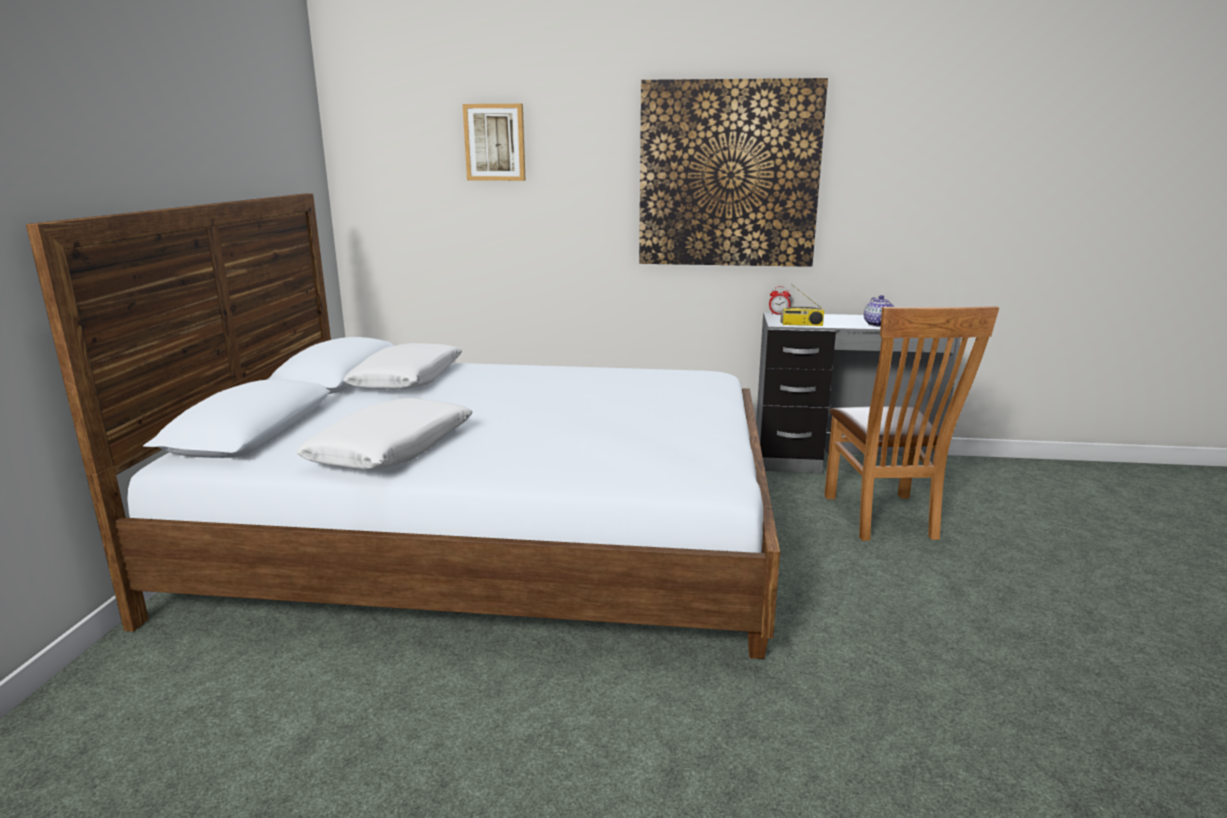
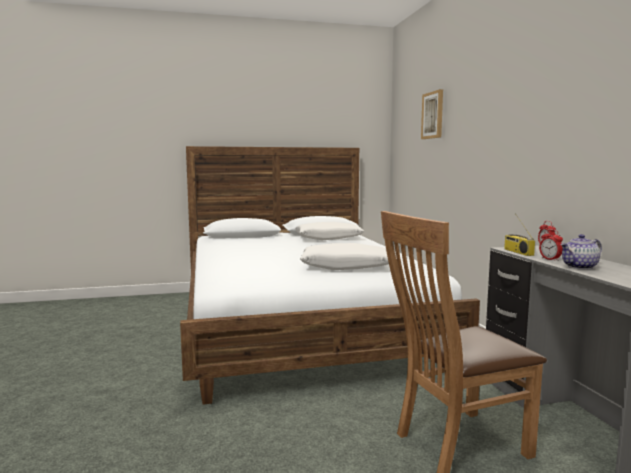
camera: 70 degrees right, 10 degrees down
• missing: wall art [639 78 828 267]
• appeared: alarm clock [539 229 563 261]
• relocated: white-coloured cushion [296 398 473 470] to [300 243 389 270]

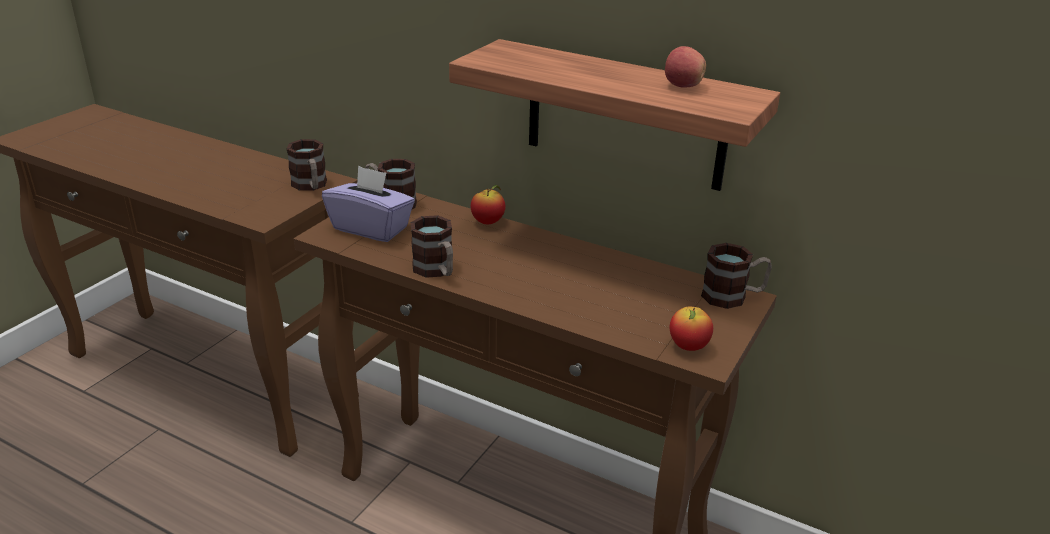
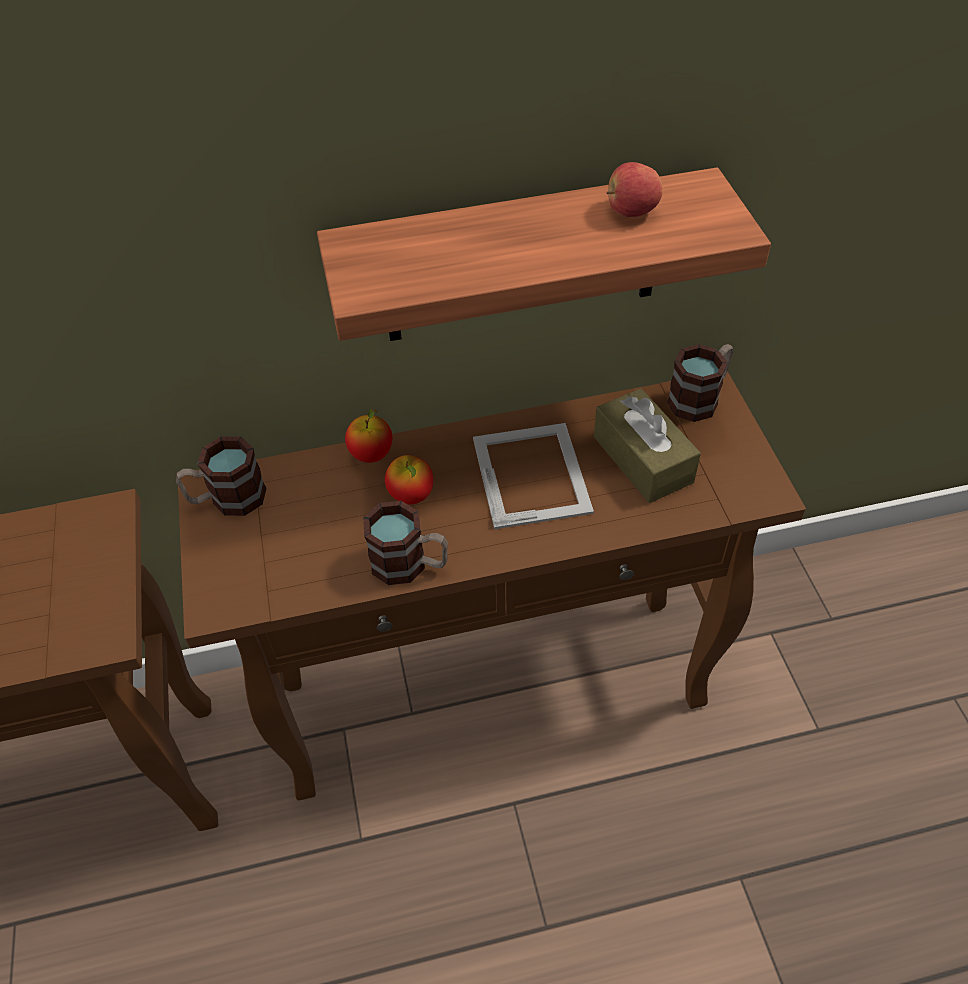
camera: 40 degrees left, 20 degrees up
• missing: tea mug [286 139 327 191]
• missing: purplish tissue holder [322 165 415 242]
• appeared: photo frame [473 423 594 529]
• appeared: brownish tissue holder [594 388 701 503]
• relocated: apple [670 307 713 351] to [385 455 433 505]

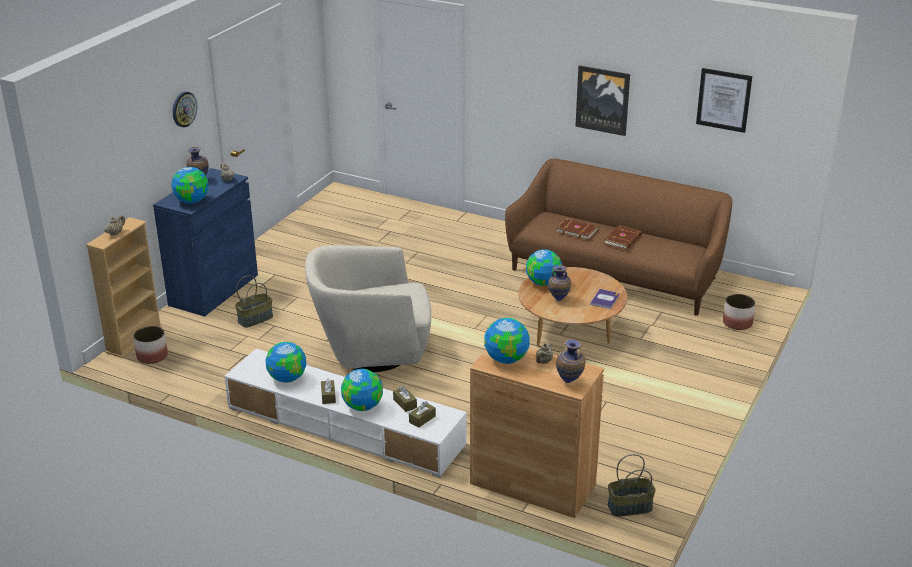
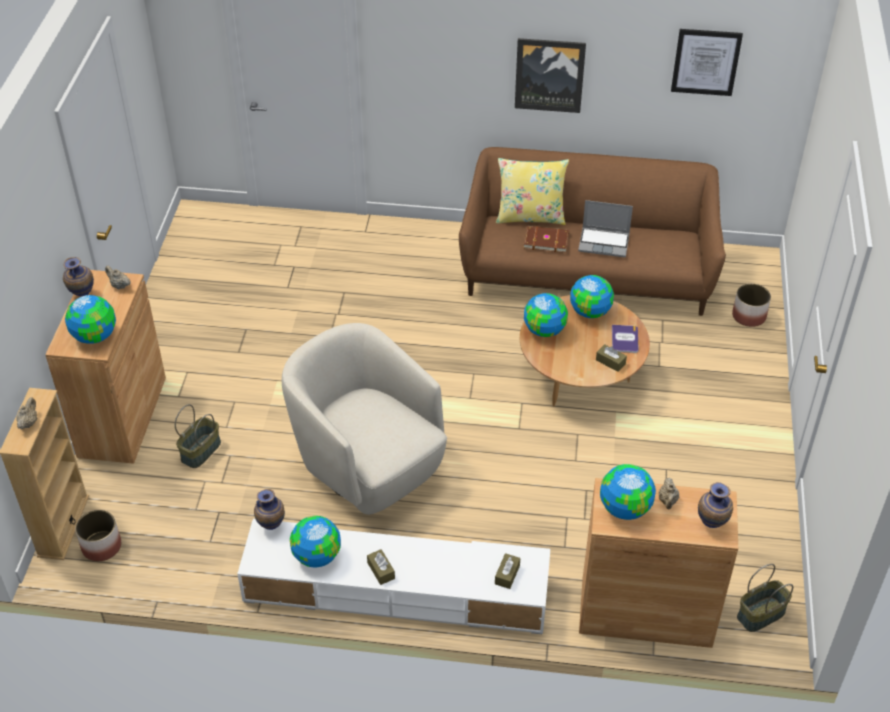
camera: 20 degrees left, 15 degrees up
• missing: hanging clock [173 92 197 127]
• appeared: yellow cushion [496 158 569 225]
• relocated: world globe [341 369 383 411] to [570 275 614 318]
• relocated: brownish tissue holder [393 386 417 412] to [596 344 627 372]
• relocated: decorative vase [548 265 571 301] to [254 489 285 530]
• exchanged: brownish volume [604 225 642 250] to portable computer [578 200 633 257]
• colour: bluish cupboard [153 168 258 317] to brownish cupboard [45 270 166 464]
• spun: beige lounge chair [305 245 432 372] = [282 323 447 515] 75 degrees clockwise

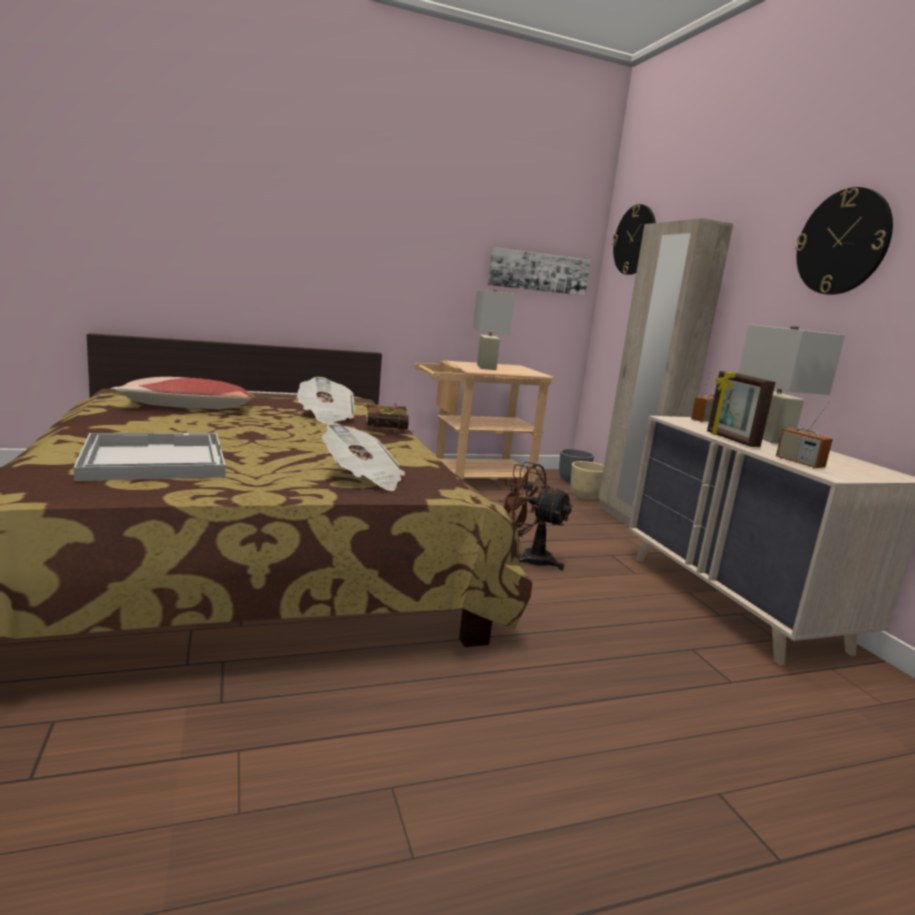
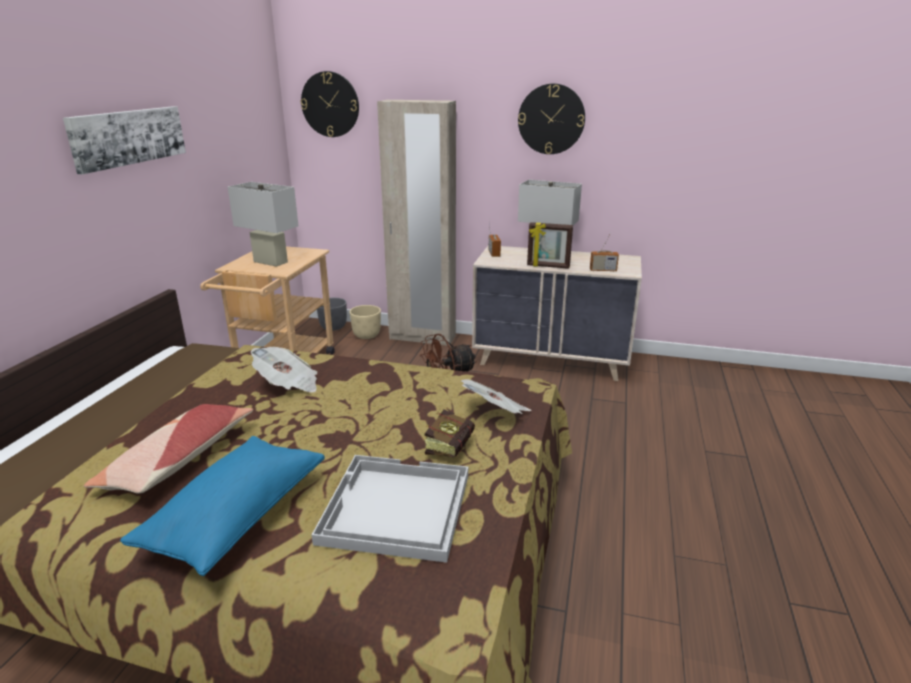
camera: 55 degrees left, 10 degrees up
• appeared: bluish cushion [120 436 325 576]
• relocated: volume [366 402 415 432] to [424 410 475 457]
• relocated: wall art [488 247 590 296] to [63 106 186 174]

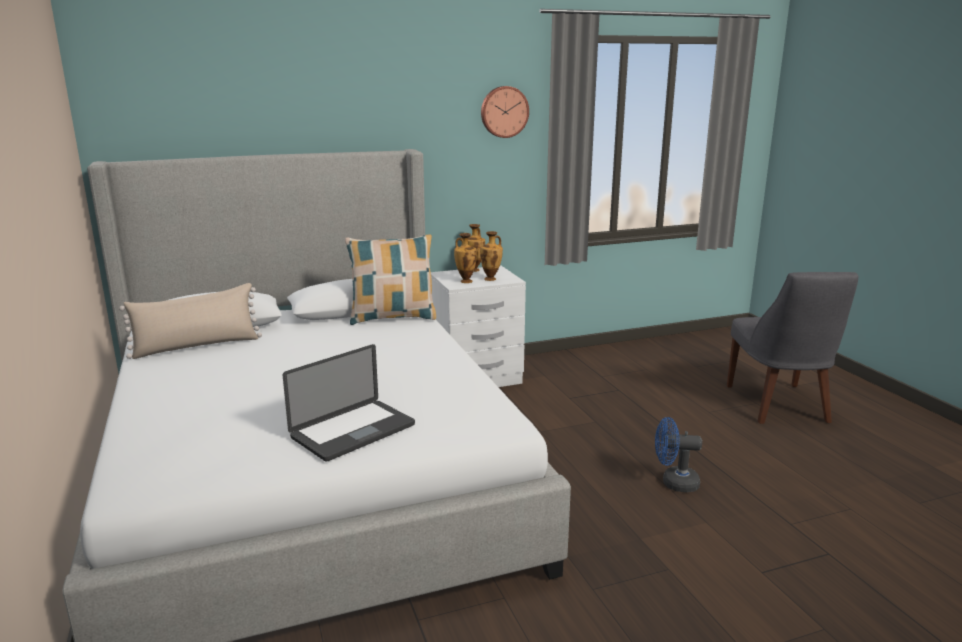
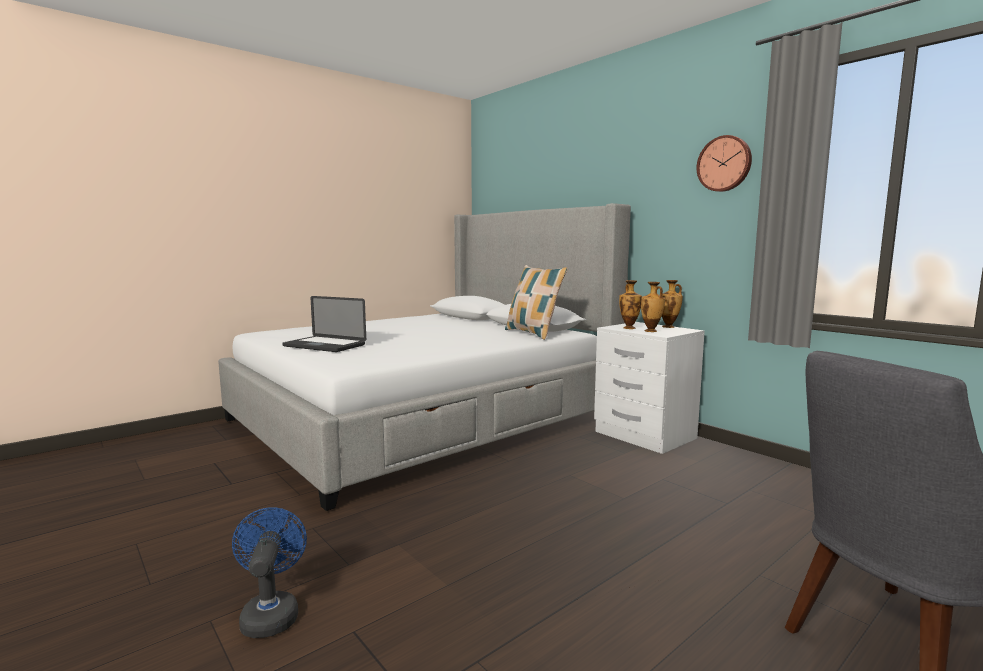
camera: 70 degrees right, 10 degrees down
• missing: beige cushion [119 283 262 359]
• relocated: bluish fan [655 417 702 492] to [232 508 307 638]

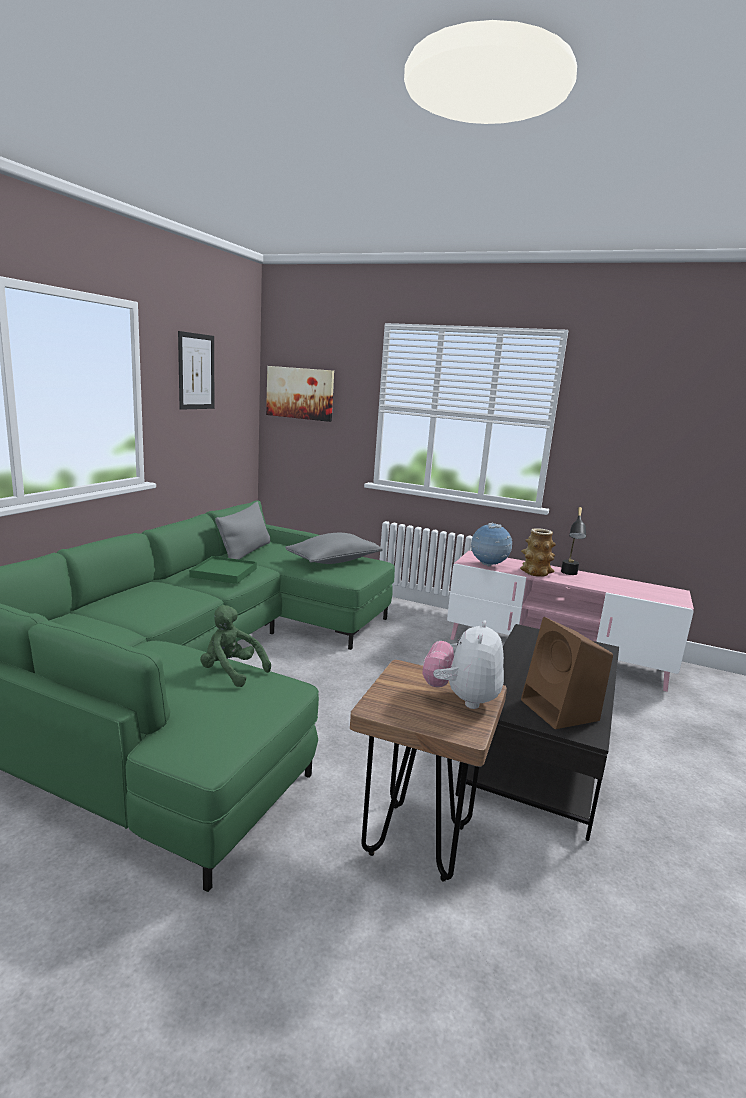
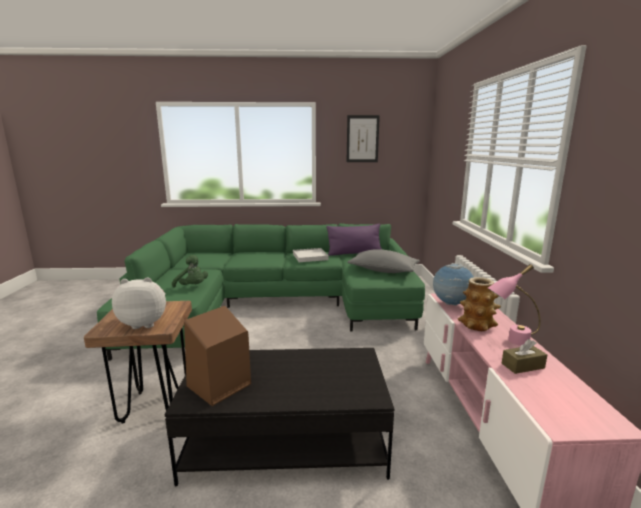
camera: 65 degrees right, 0 degrees up
• missing: wall art [266 366 334 422]
• appeared: brownish tissue holder [502 339 547 374]
• colour: green carrying tray [189 556 257 584] to white-coloured carrying tray [293 248 329 262]
• colour: greyish cushion [215 502 270 560] to purplish cushion [326 224 382 256]
• colour: blackish tabletop lamp [561 507 586 575] to pink tabletop lamp [488 264 541 346]
• spun: green plush toy [200 605 271 687] = [172 255 208 288] 120 degrees clockwise

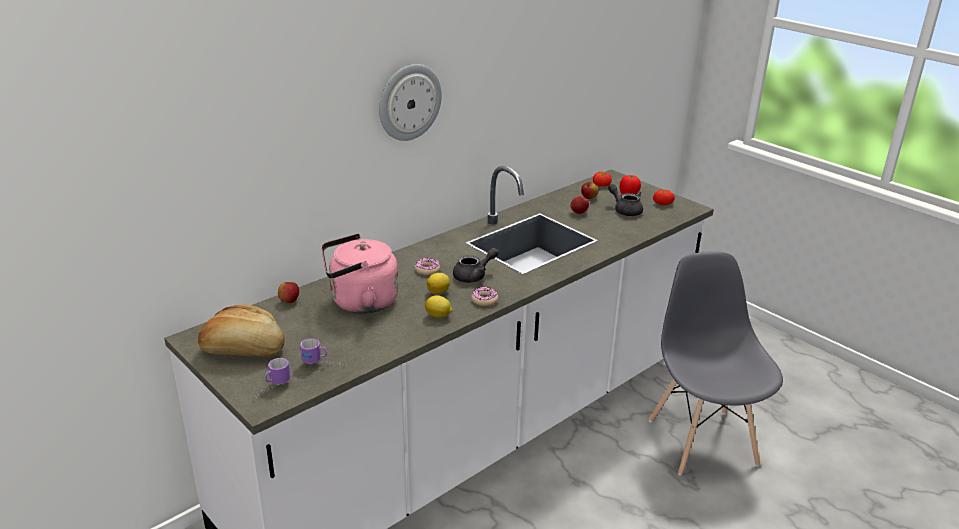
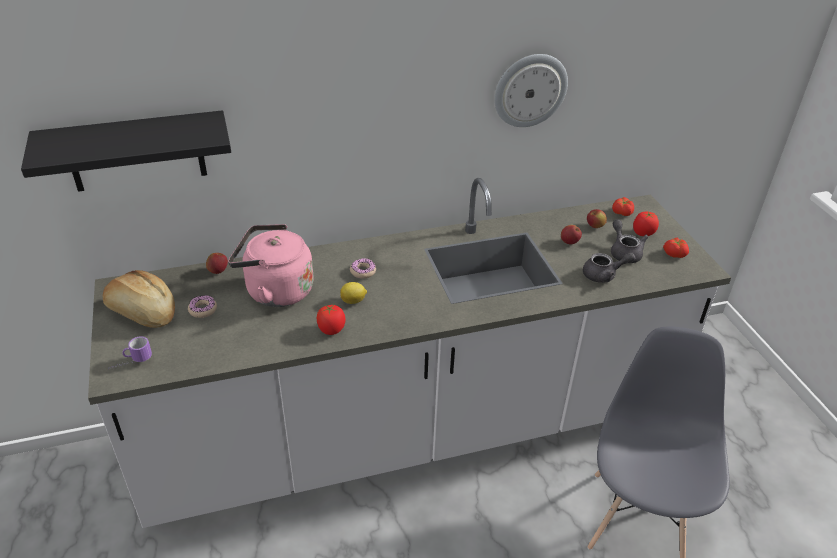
camera: 25 degrees right, 10 degrees up
• missing: tea mug [300 338 343 365]
• appeared: blackish shelf [21 110 231 192]
• relocated: hanging clock [379 64 442 141] to [494 54 568 127]
• relocated: greyish pot for tea [453 248 499 283] to [583 252 636 283]
• relocated: ring doughnut [471 287 498 306] to [188 295 217 318]
• exchanged: lemon [425 295 452 318] to tomato [317 304 346 335]

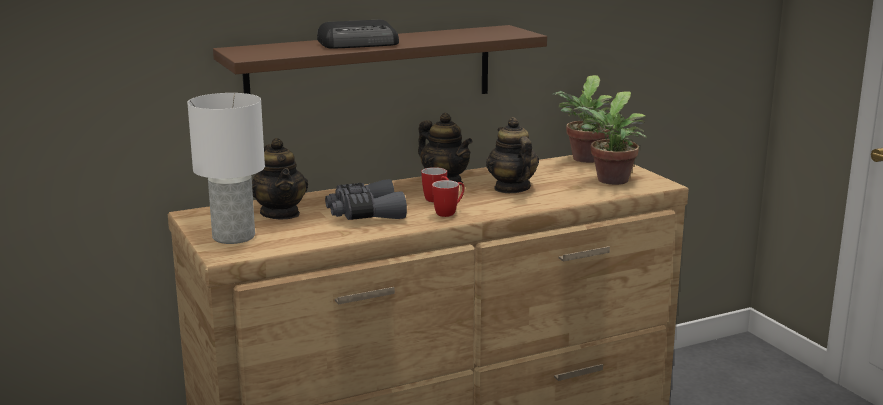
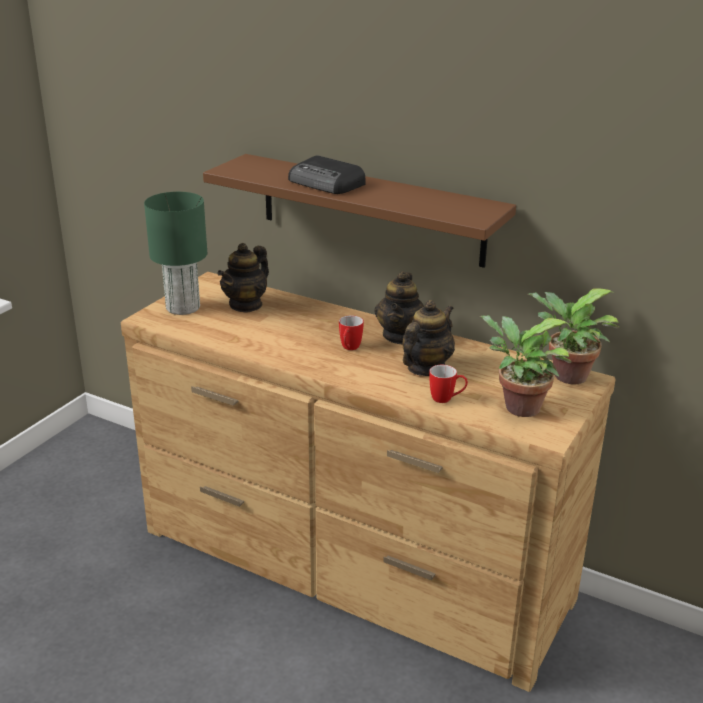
camera: 55 degrees right, 10 degrees up
• missing: greyish binoculars [325 179 407 220]
• relocated: tea mug [432 180 465 217] to [429 365 468 403]
• colour: white-coloured tabletop lamp [187 93 265 244] to green tabletop lamp [144 192 207 315]

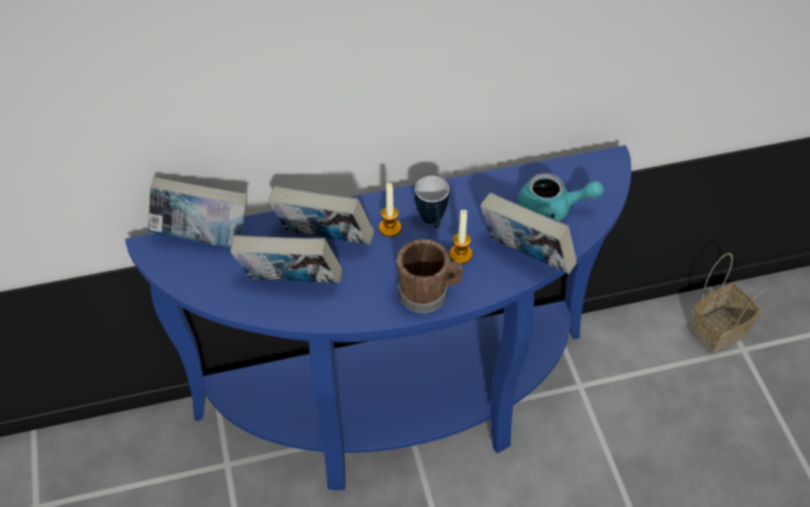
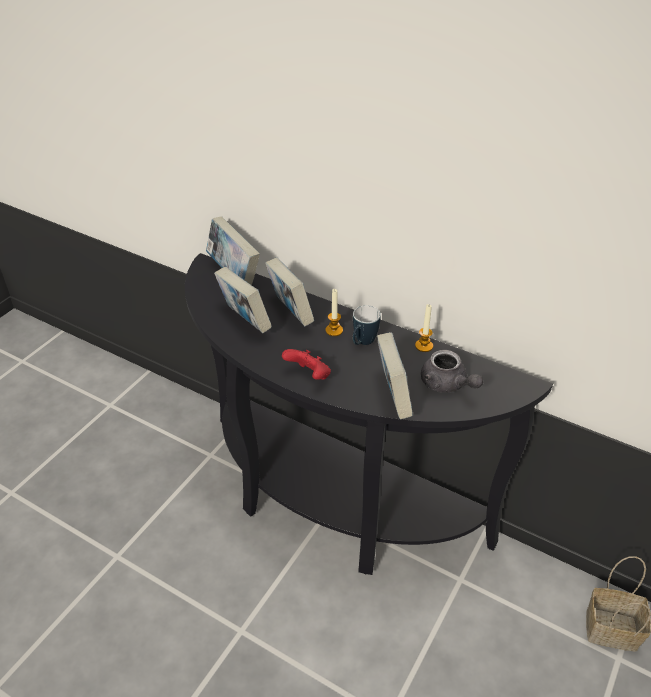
camera: 45 degrees right, 10 degrees down
• relocated: wax light [449 209 472 264] to [415 304 433 352]
• exchanged: brownish tea mug [397 239 463 313] to red joypad [282 349 331 380]
• colour: bluish console table [125 145 631 491] to blackish console table [185 253 553 575]
• colour: turquoise-coloured pot for tea [517 173 604 221] to greyish pot for tea [421 350 483 393]

